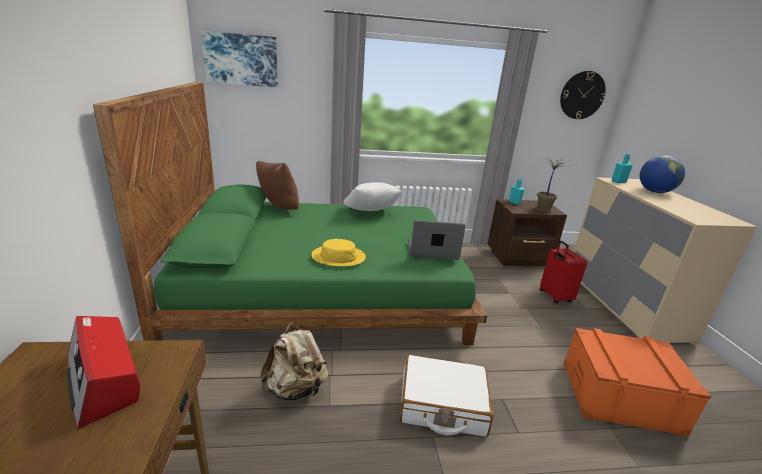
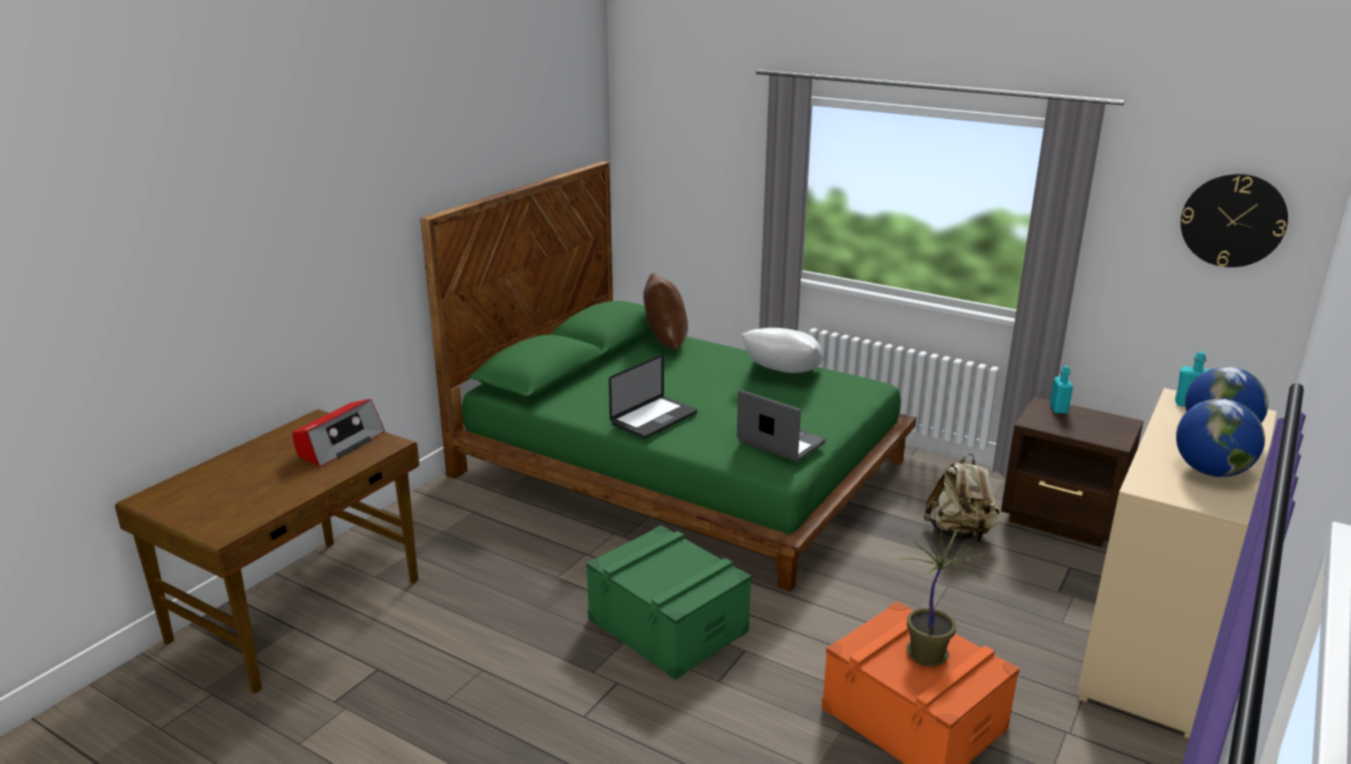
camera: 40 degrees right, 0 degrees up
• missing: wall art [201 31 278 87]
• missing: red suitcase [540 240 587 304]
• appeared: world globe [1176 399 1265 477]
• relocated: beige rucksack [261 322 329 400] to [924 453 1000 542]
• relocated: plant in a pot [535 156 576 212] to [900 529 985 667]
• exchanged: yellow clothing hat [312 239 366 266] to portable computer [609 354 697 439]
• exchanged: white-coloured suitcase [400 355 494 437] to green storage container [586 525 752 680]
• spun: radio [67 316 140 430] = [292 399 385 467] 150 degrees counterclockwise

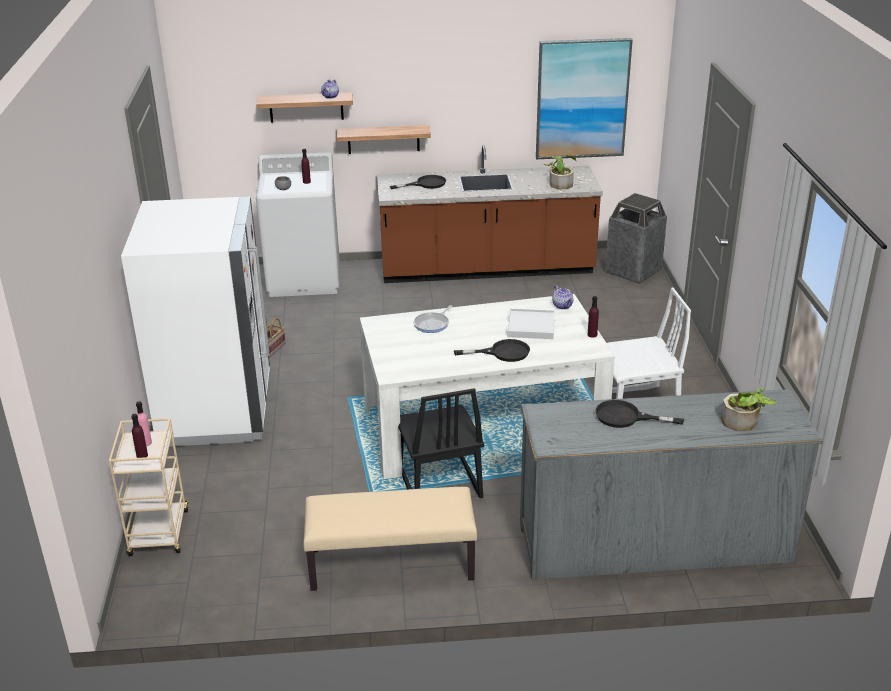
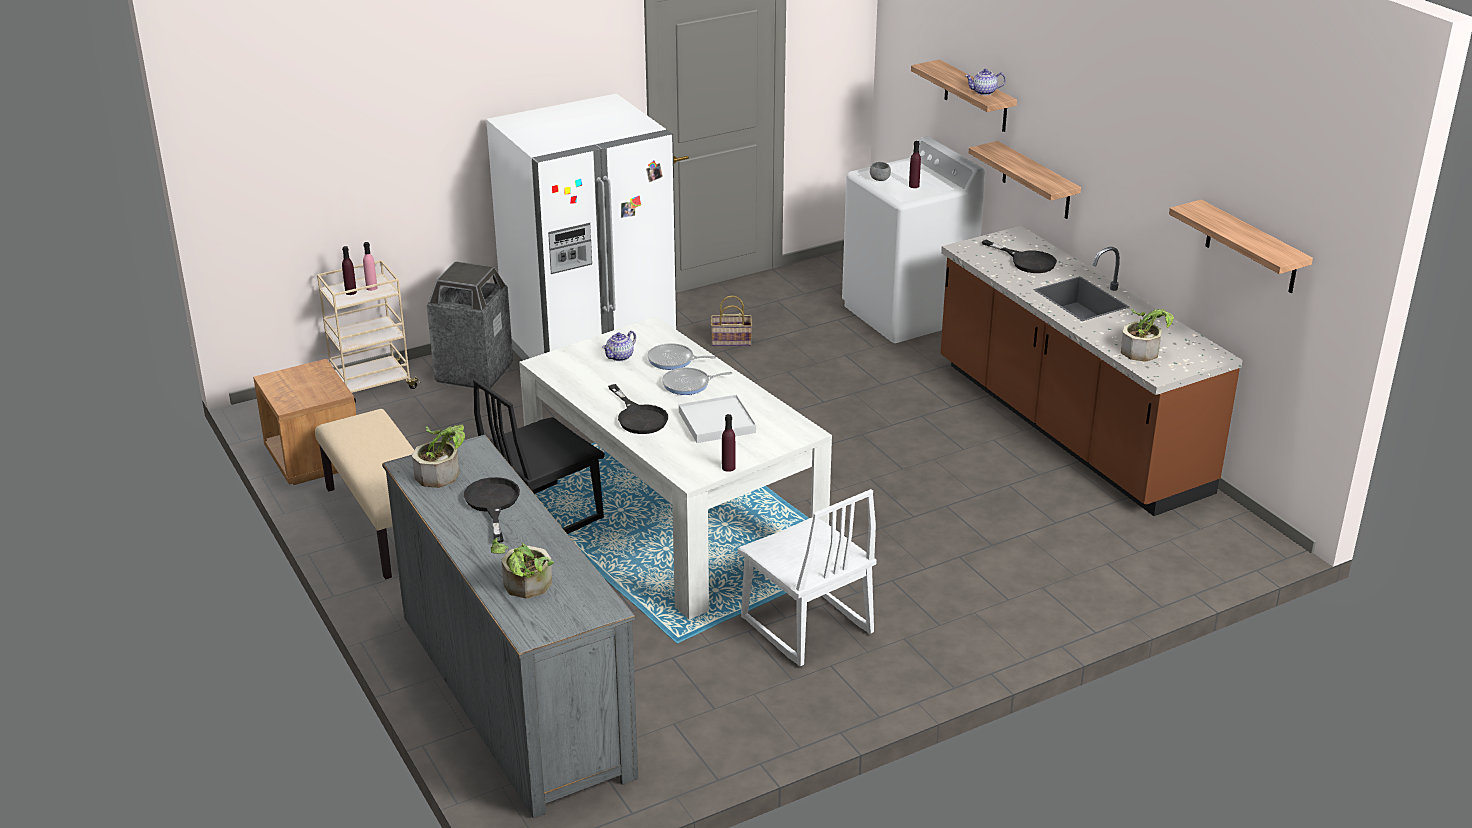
camera: 65 degrees right, 0 degrees up
• appeared: brownish nightstand [253 359 356 485]
• appeared: plant in a pot [412 424 465 488]
• appeared: pan [662 367 732 395]
• relocated: pot for tea [552 286 573 309] to [602 331 636 361]
• relocated: rubbish bin [605 193 667 284] to [427 261 513 389]
• exchanged: wall art [536 38 633 159] to shelf [1169 200 1313 293]

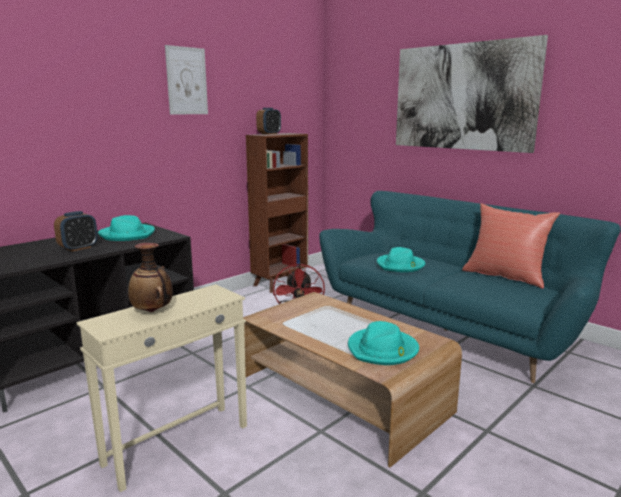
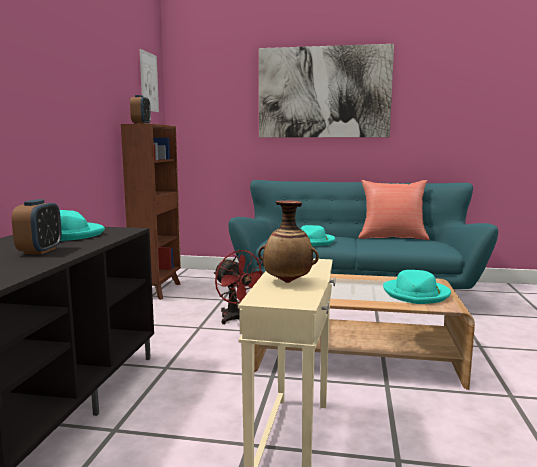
camera: 35 degrees left, 5 degrees down
• relocated: wall art [165 45 208 114] to [140 49 159 112]

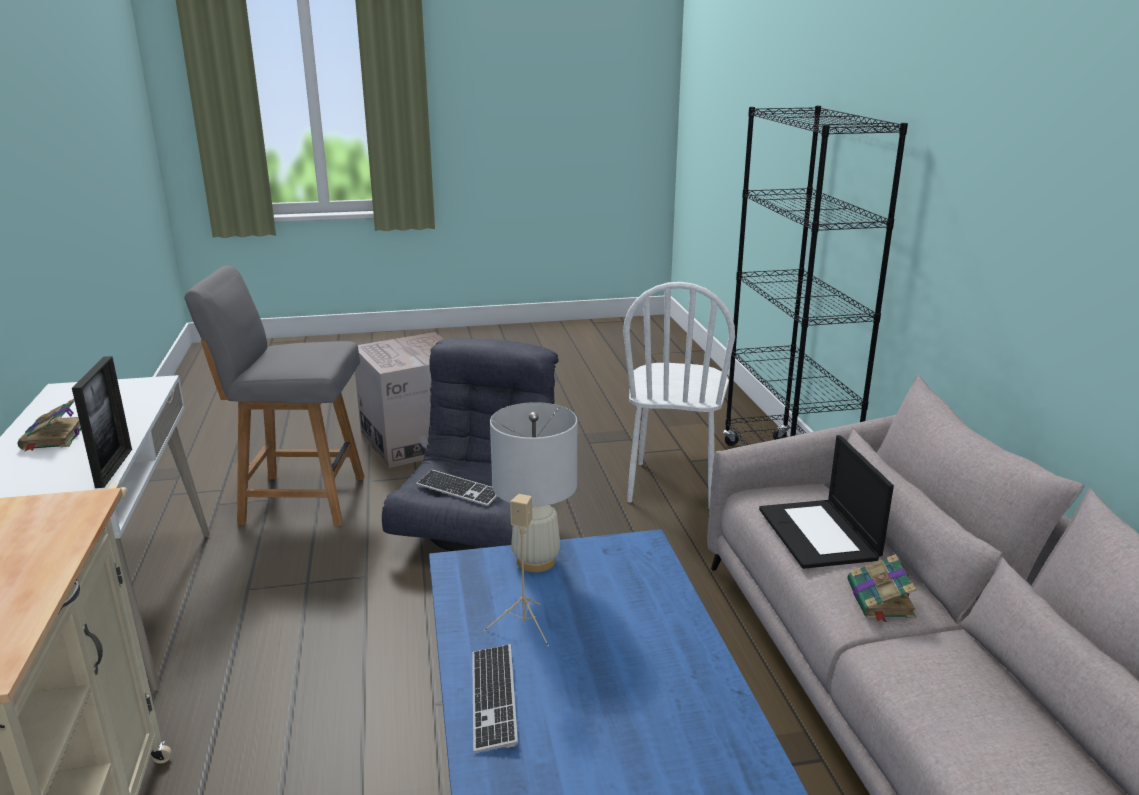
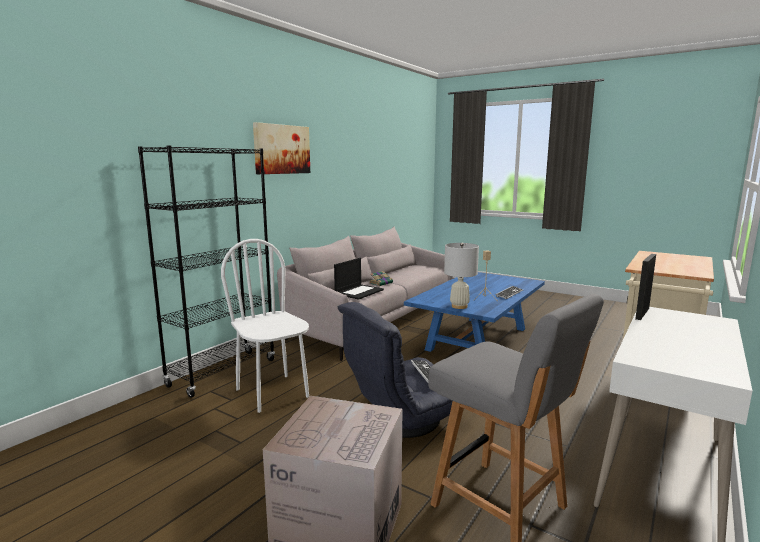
camera: 135 degrees left, 10 degrees down
• missing: volume [18 399 81 452]
• appeared: wall art [253 122 310 174]
• spun: white-coloured plain chair [623 282 735 508] = [221 239 309 413] 90 degrees counterclockwise

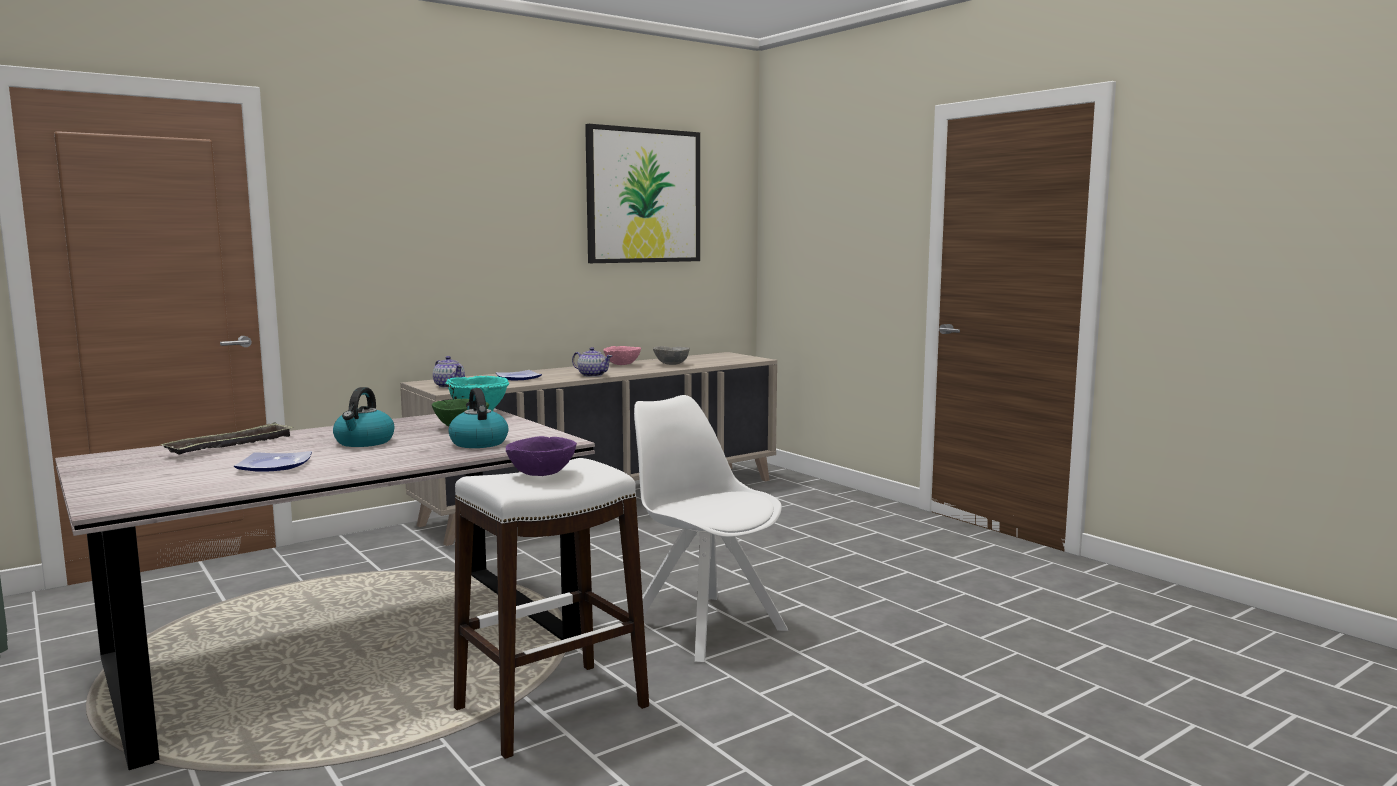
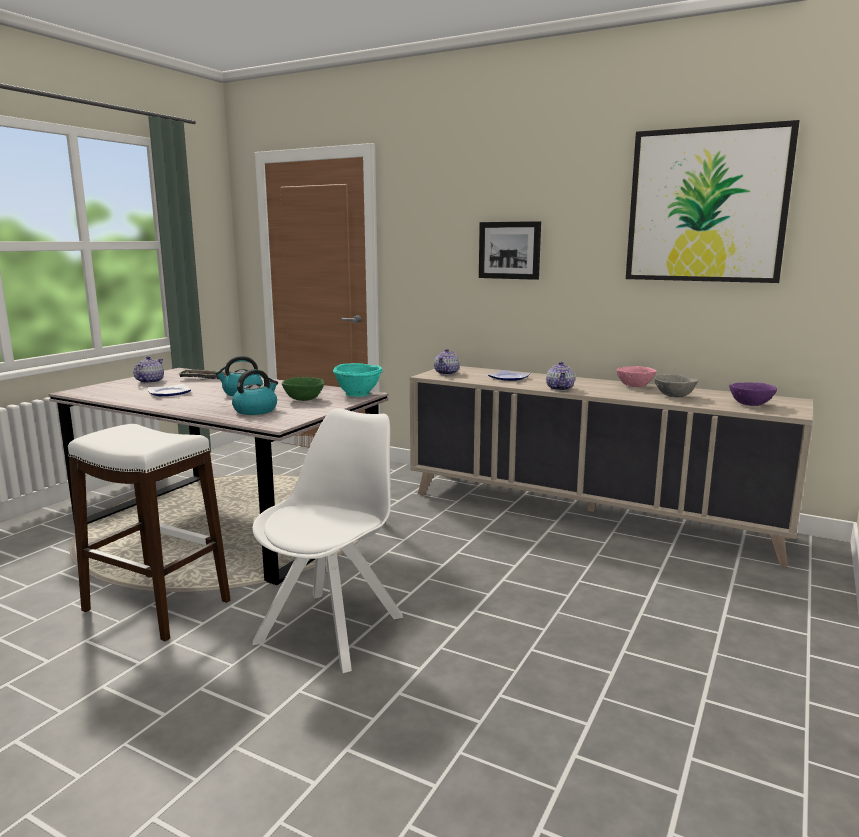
camera: 65 degrees right, 5 degrees up
• appeared: pot for tea [134 356 164 383]
• appeared: wall art [479 221 541 280]
• relocated: purplish bowl [506 436 577 476] to [729 382 777 406]

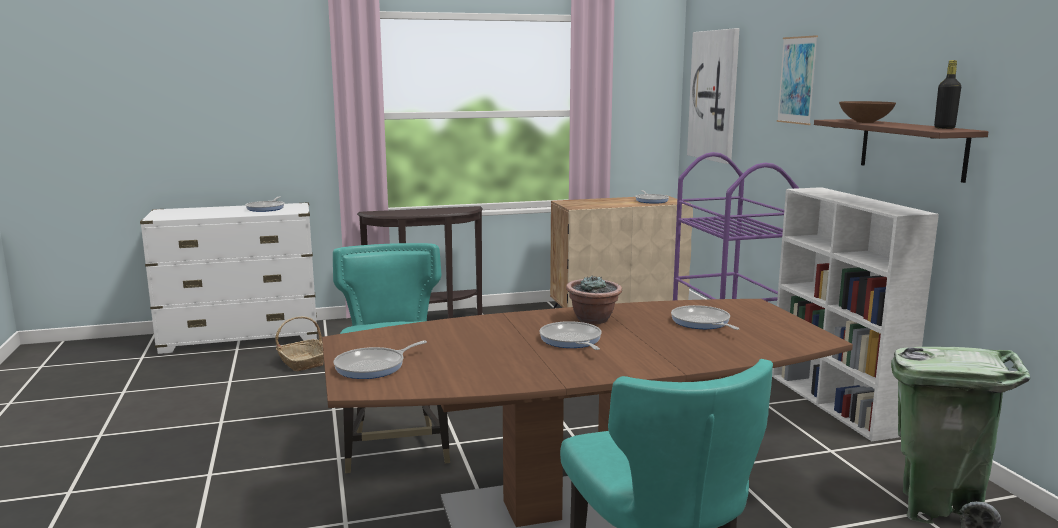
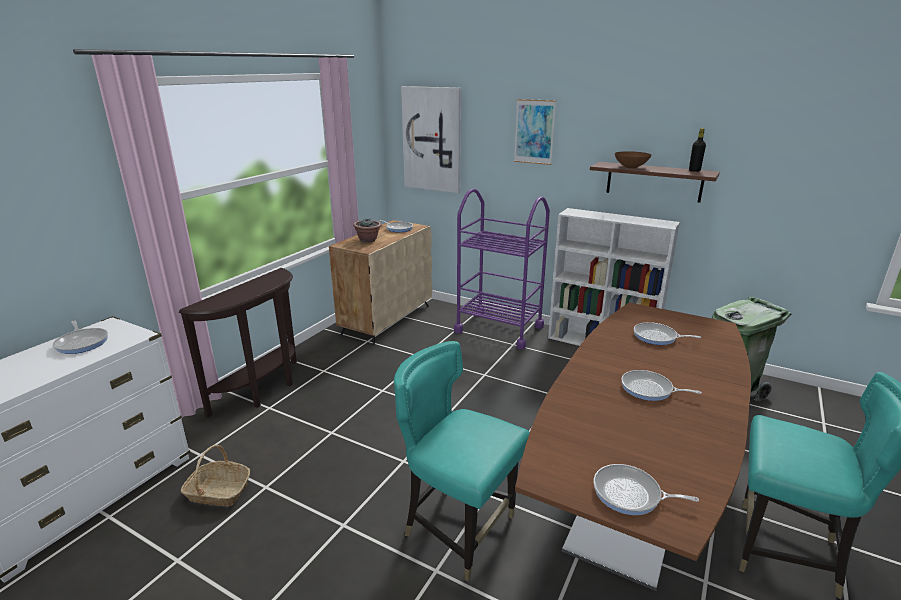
camera: 45 degrees left, 10 degrees up
• relocated: plant in a pot [566 276 622 324] to [353 219 381 243]
• spun: pan [334 341 427 379] = [594 464 699 515] 105 degrees clockwise

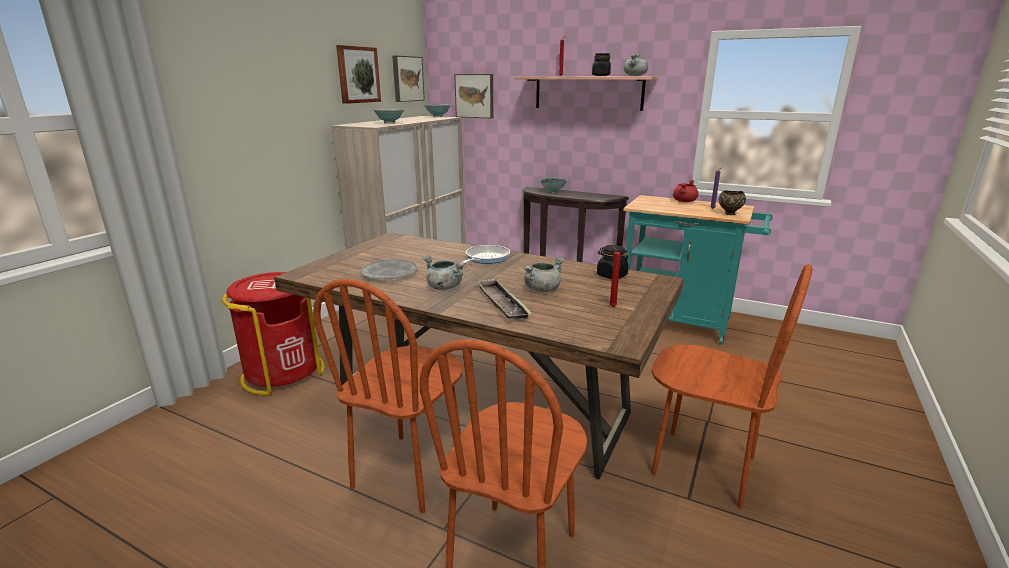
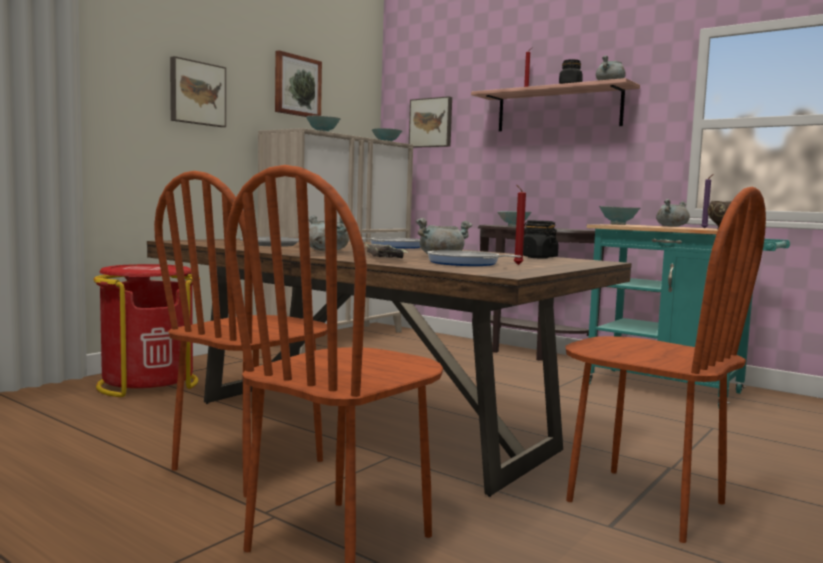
camera: 10 degrees right, 15 degrees down
• appeared: pan [427 250 522 266]
• appeared: bowl [599 206 641 225]
• relocated: wall art [392 56 425 102] to [170 56 226 127]
• colour: red cooking pot [673 180 698 202] to greyish cooking pot [656 199 690 227]

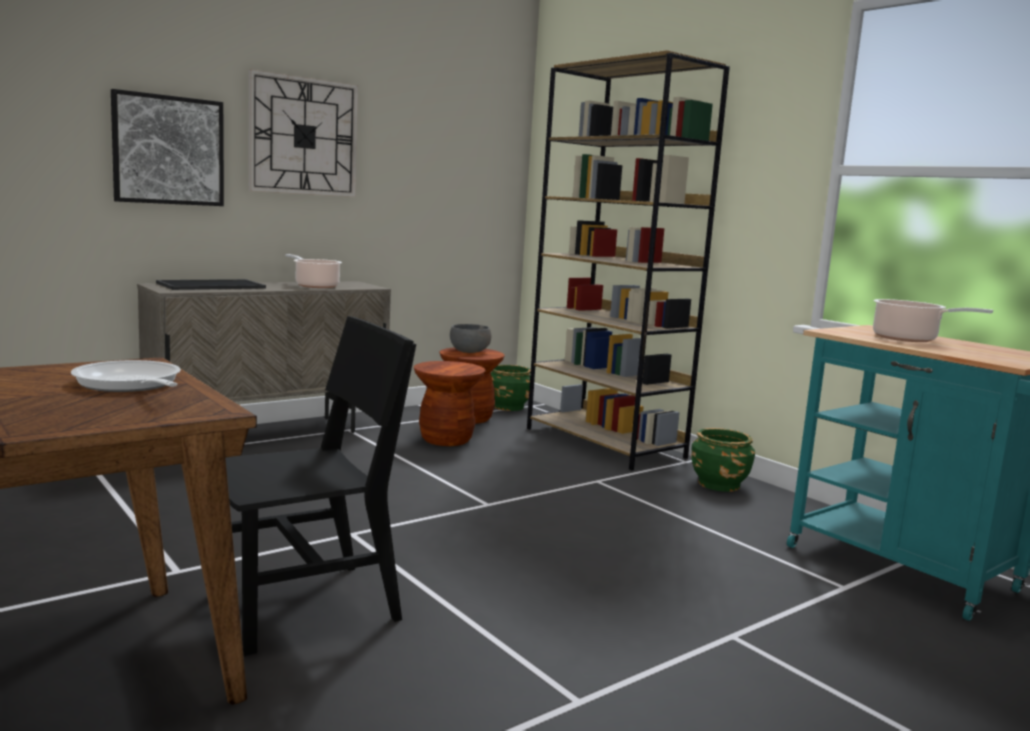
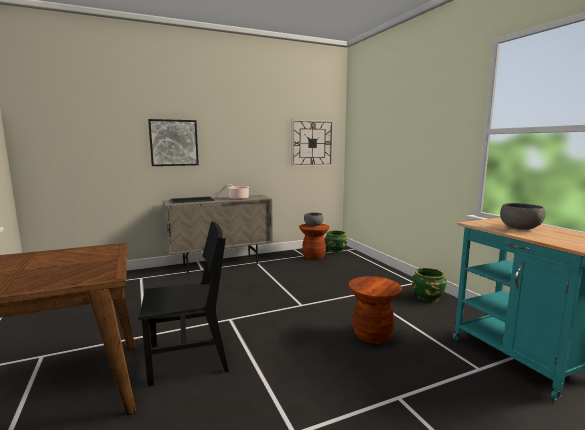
camera: 15 degrees right, 0 degrees up
• missing: pan [71 360 181 392]
• missing: brownish shelving unit [527 50 730 470]
• relocated: hanging clock [249 69 358 197] to [291 119 333 167]
• relocated: brownish sitting stool [414 361 486 446] to [348 276 402 344]
• exchanged: cooking pot [873 299 993 342] to greyish bowl [500 203 545 230]

